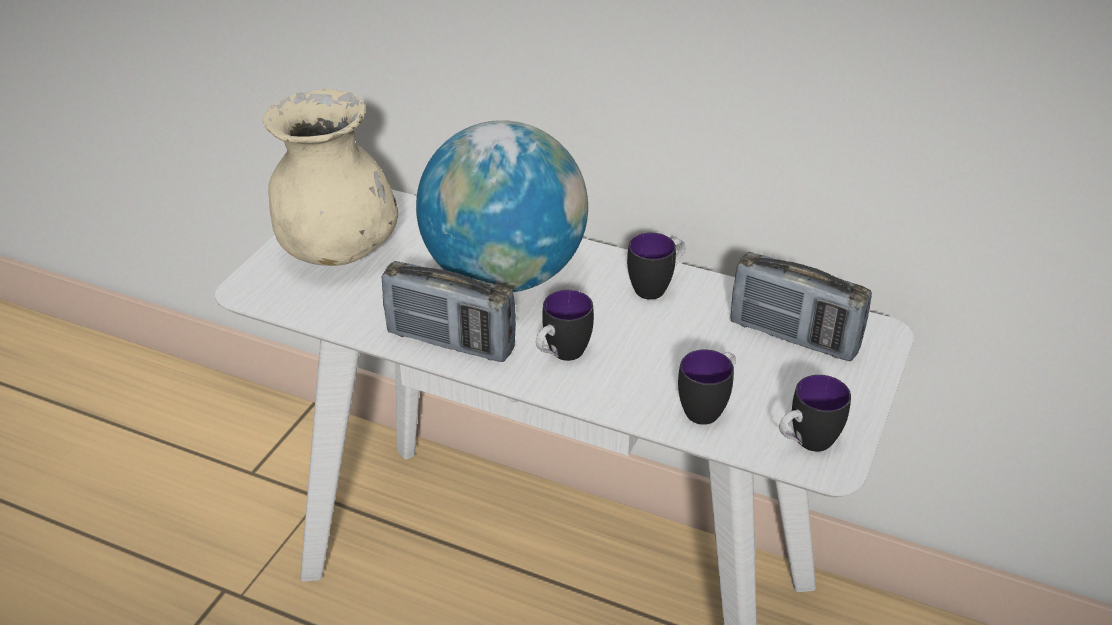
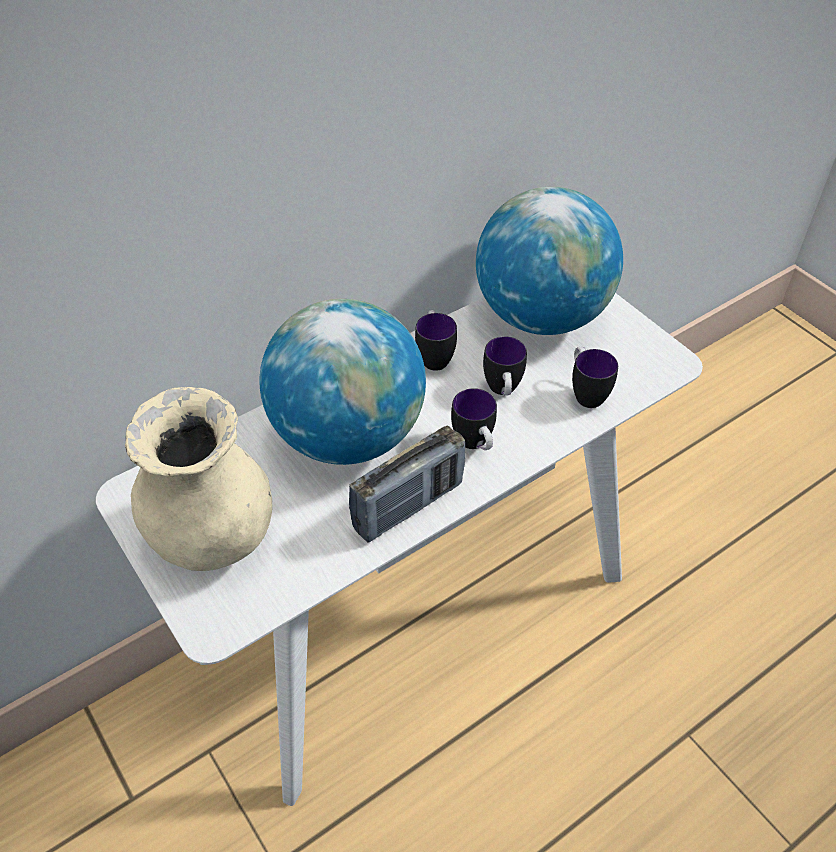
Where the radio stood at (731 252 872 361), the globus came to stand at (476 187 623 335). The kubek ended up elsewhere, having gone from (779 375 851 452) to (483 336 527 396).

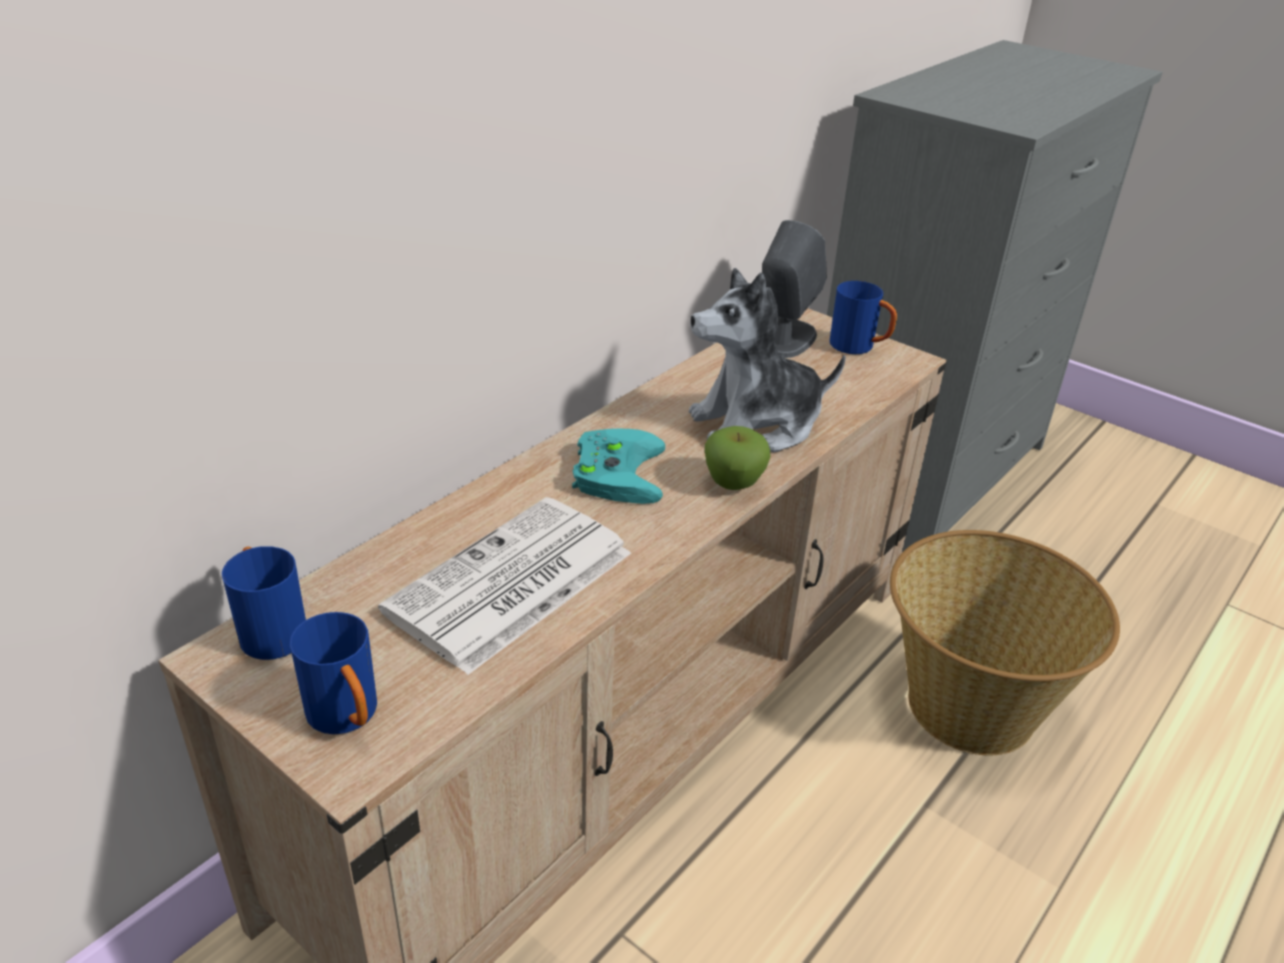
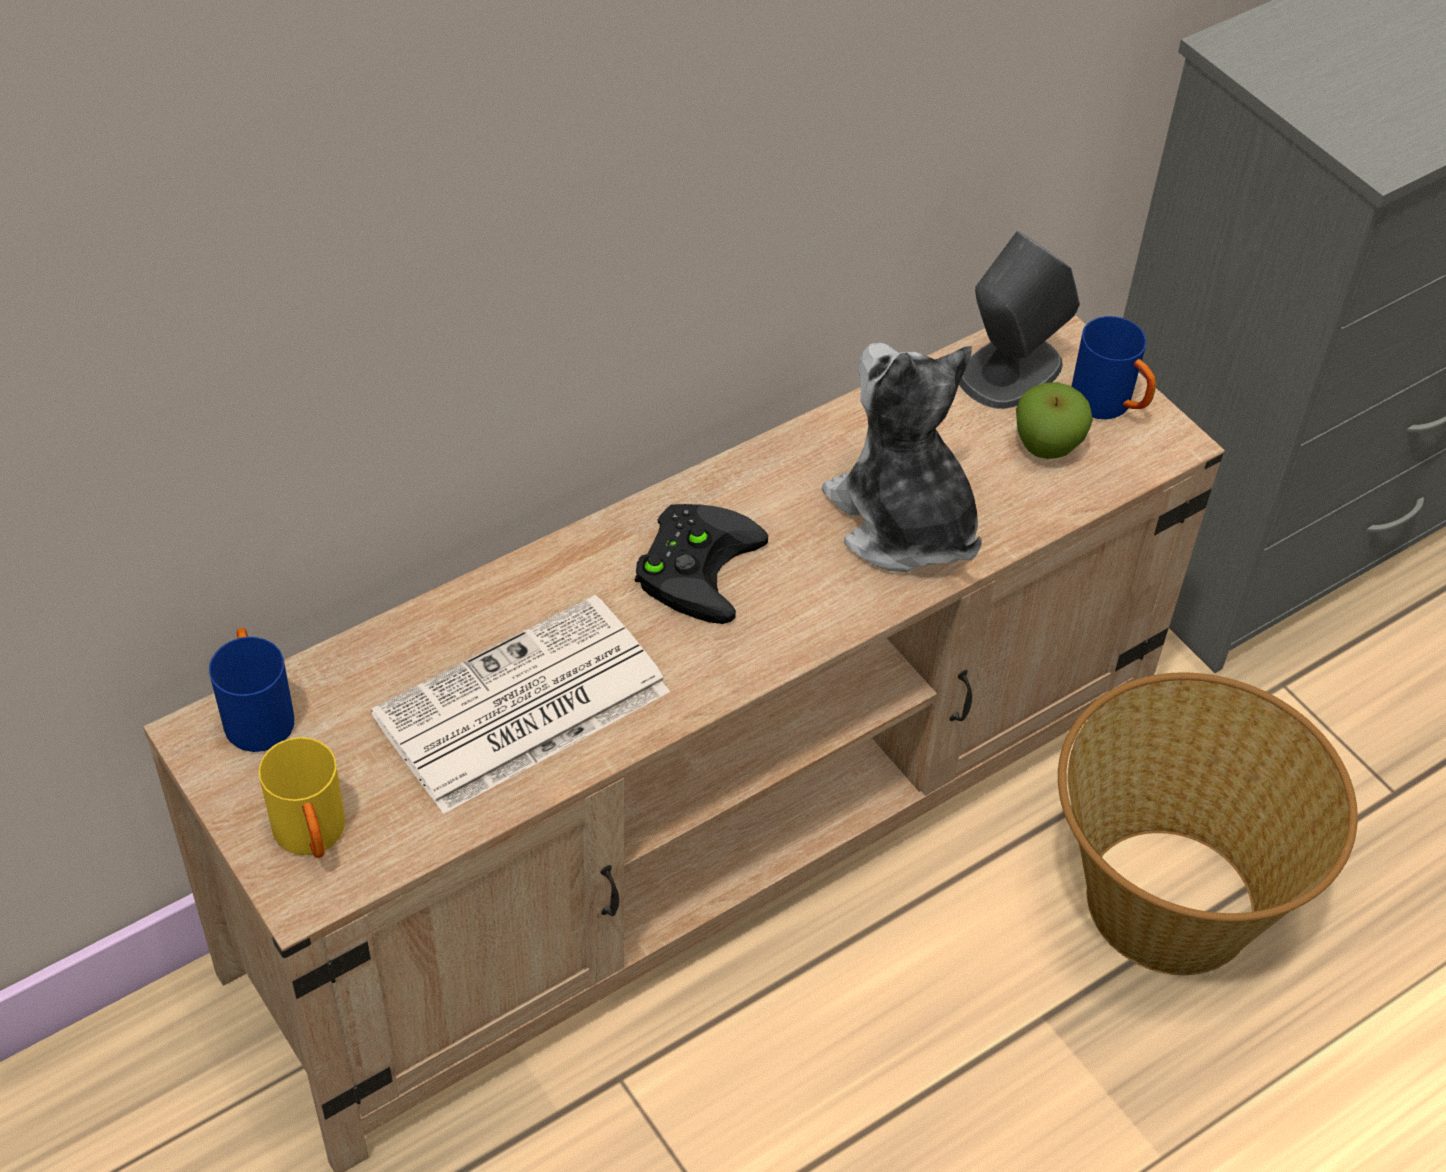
What was the kubek/niebieski at (290 612 377 734) turned into the kubek/żółty at (259 737 345 858). What was the pad do gier/turkusowy at (572 429 665 504) turned into the pad do gier/czarny at (634 504 768 624). The pluszak at (689 268 846 452) ended up facing another way, 60 degrees clockwise from before. The jabłko ended up elsewhere, having gone from (705 426 770 490) to (1016 382 1093 459).

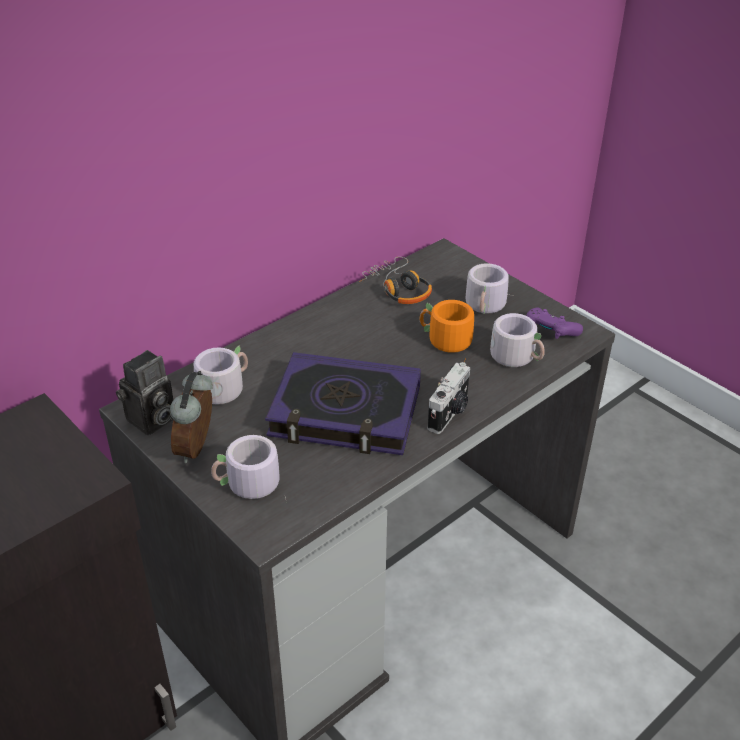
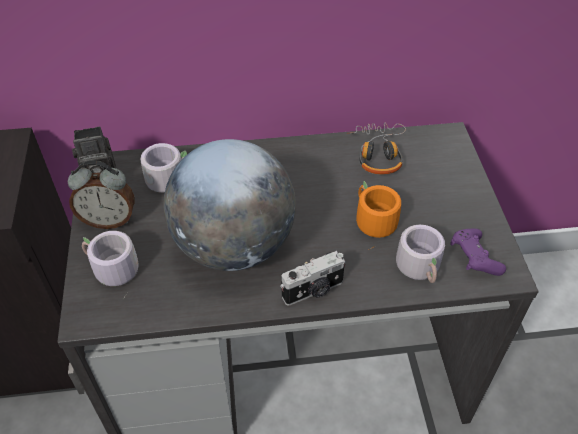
The budzik at (170 371 213 463) ended up facing another way, 135 degrees counterclockwise from before. Where the książka stood at (265 352 421 455), the globus came to stand at (163 139 296 271). The second view lost the kubek/szary at (466 263 514 314).

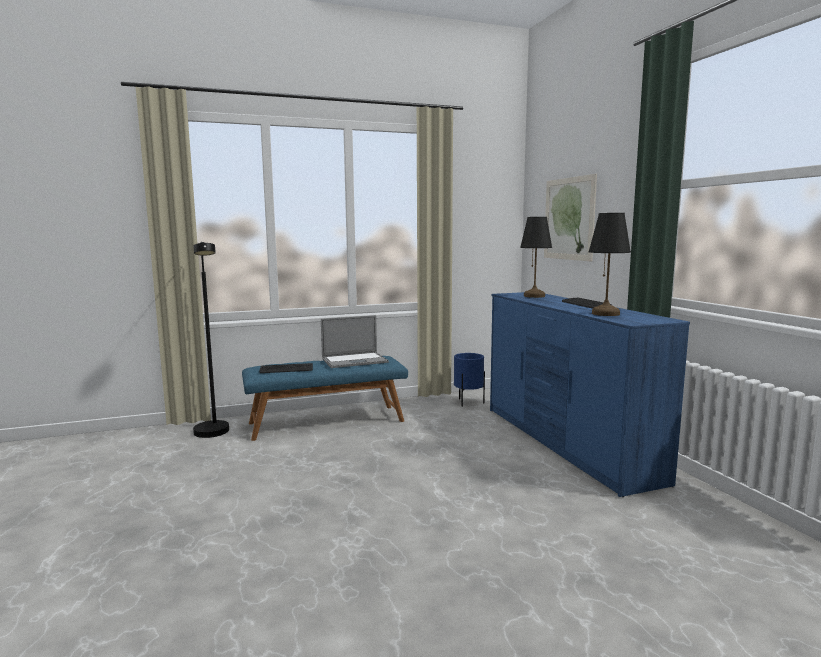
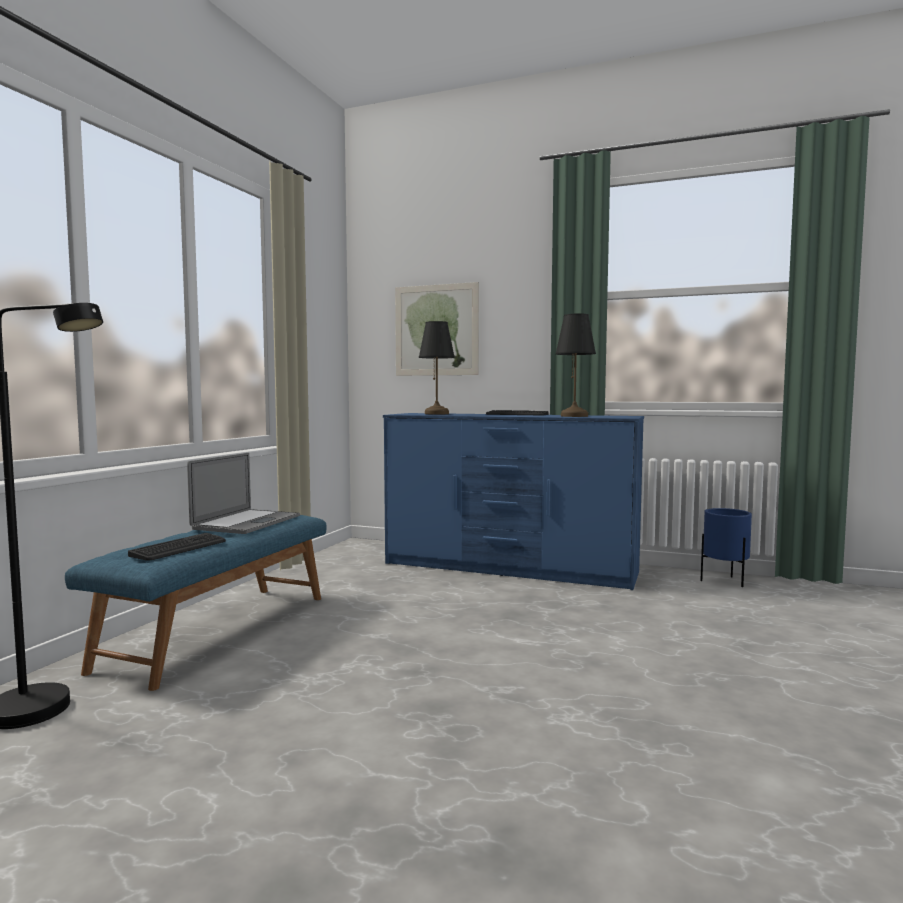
The donica/niebieski ended up elsewhere, having gone from (454 353 485 407) to (700 508 752 587).

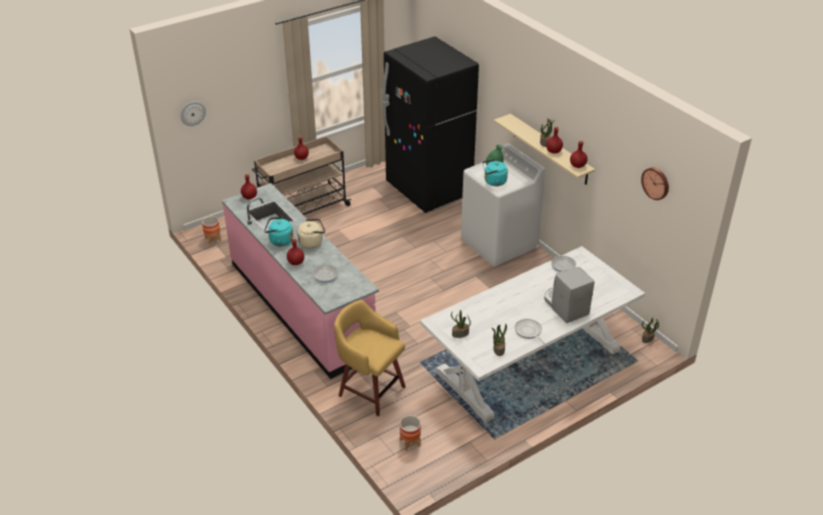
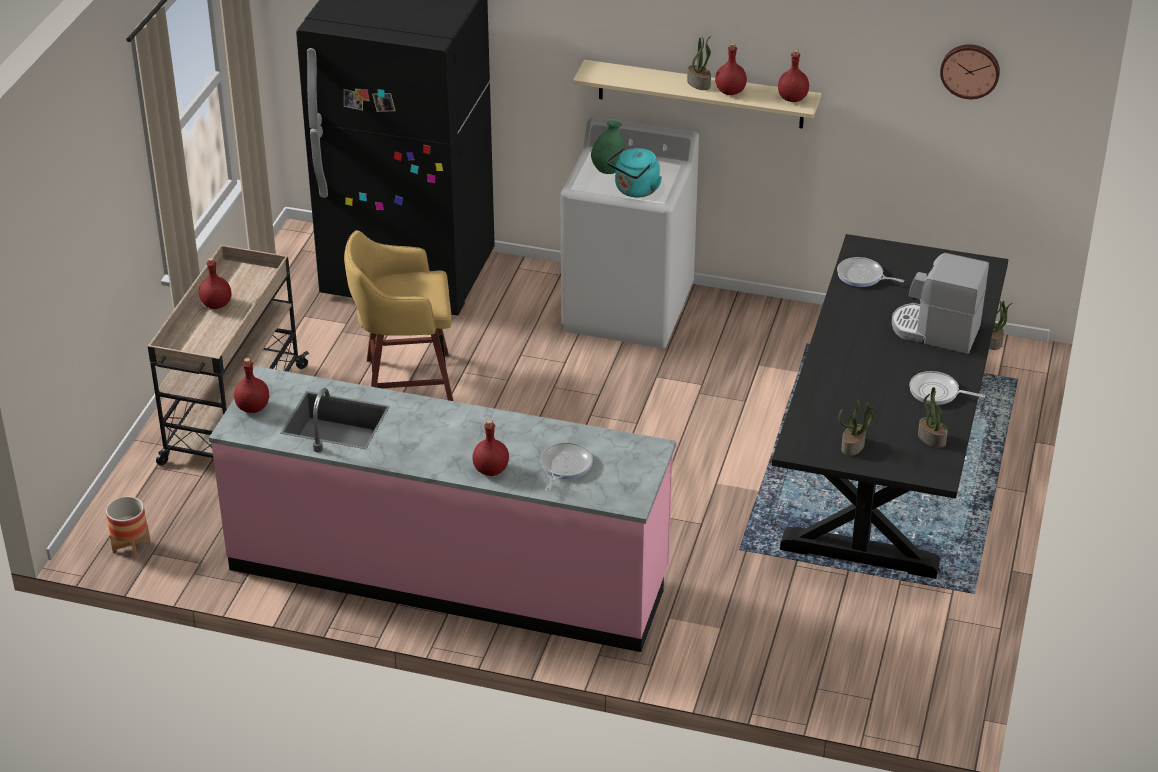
The stołek/żółty ended up elsewhere, having gone from (334 300 406 416) to (344 230 453 401). What was the stół jadalny/biały at (420 246 645 423) turned into the stół jadalny/czarny at (772 234 1009 579). The second view lost the zegar ścienny at (180 101 206 126). The second view lost the czajnik/turkusowy at (264 217 293 246). The second view lost the czajnik/beżowy at (297 219 325 249). The second view lost the donica at (400 415 421 451).

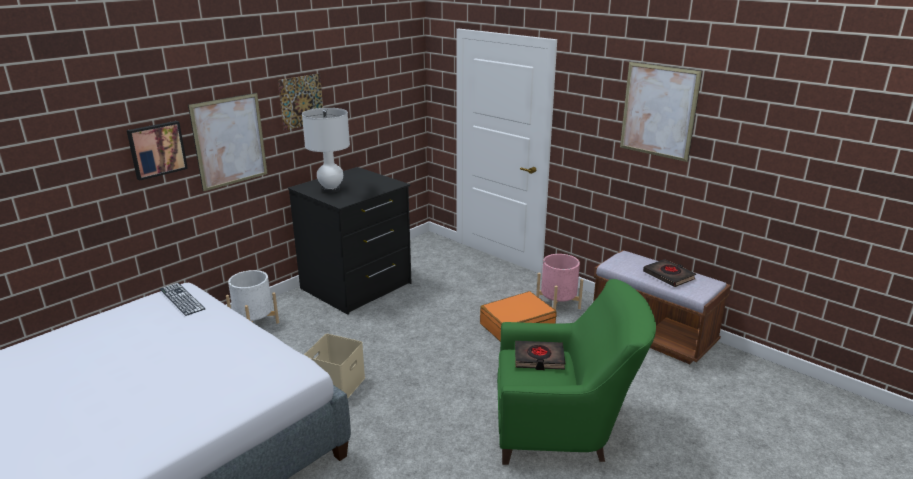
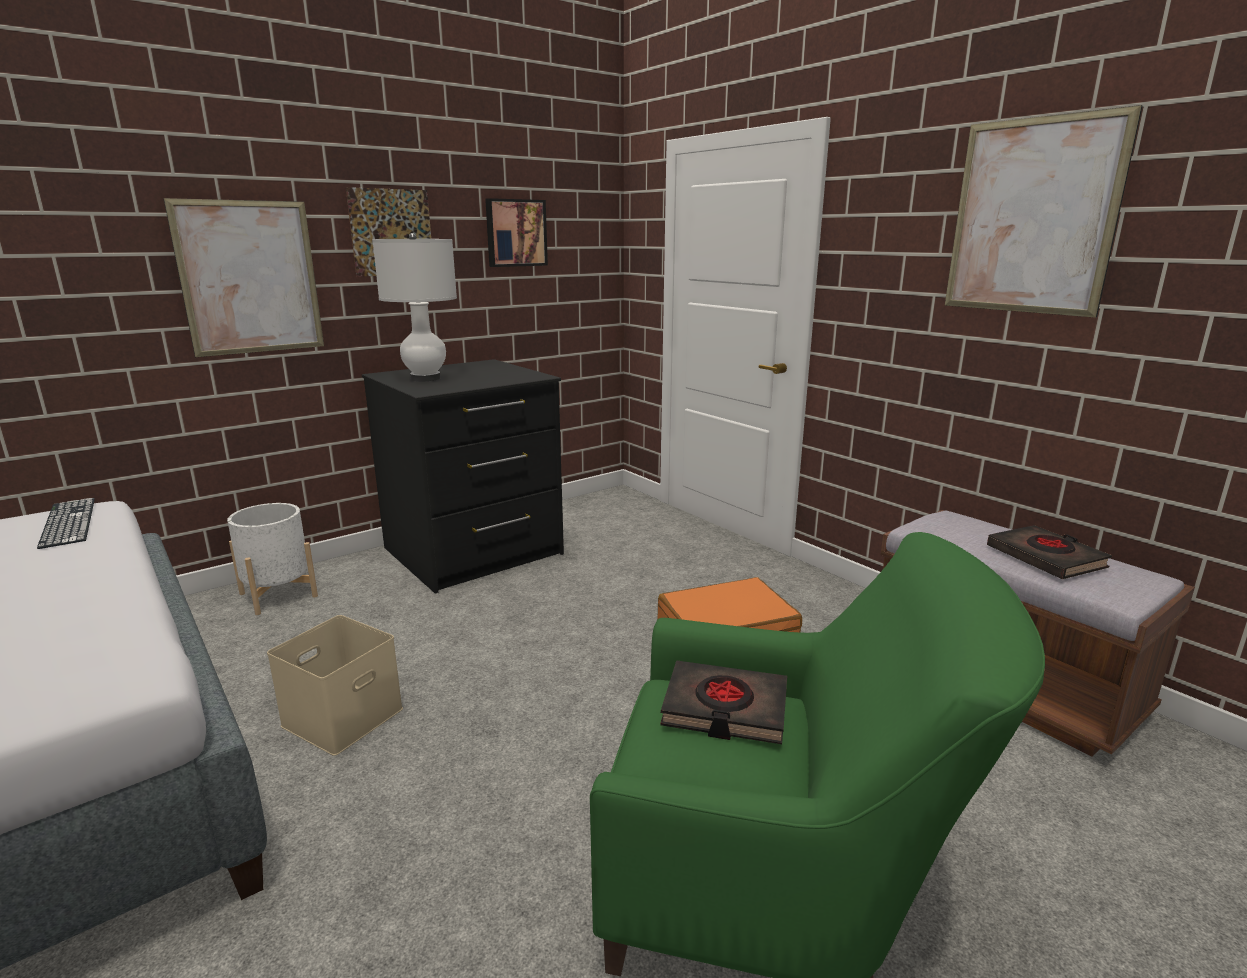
The obraz ended up elsewhere, having gone from (127 121 188 180) to (485 198 548 267). The second view lost the donica/różowy at (536 254 583 310).

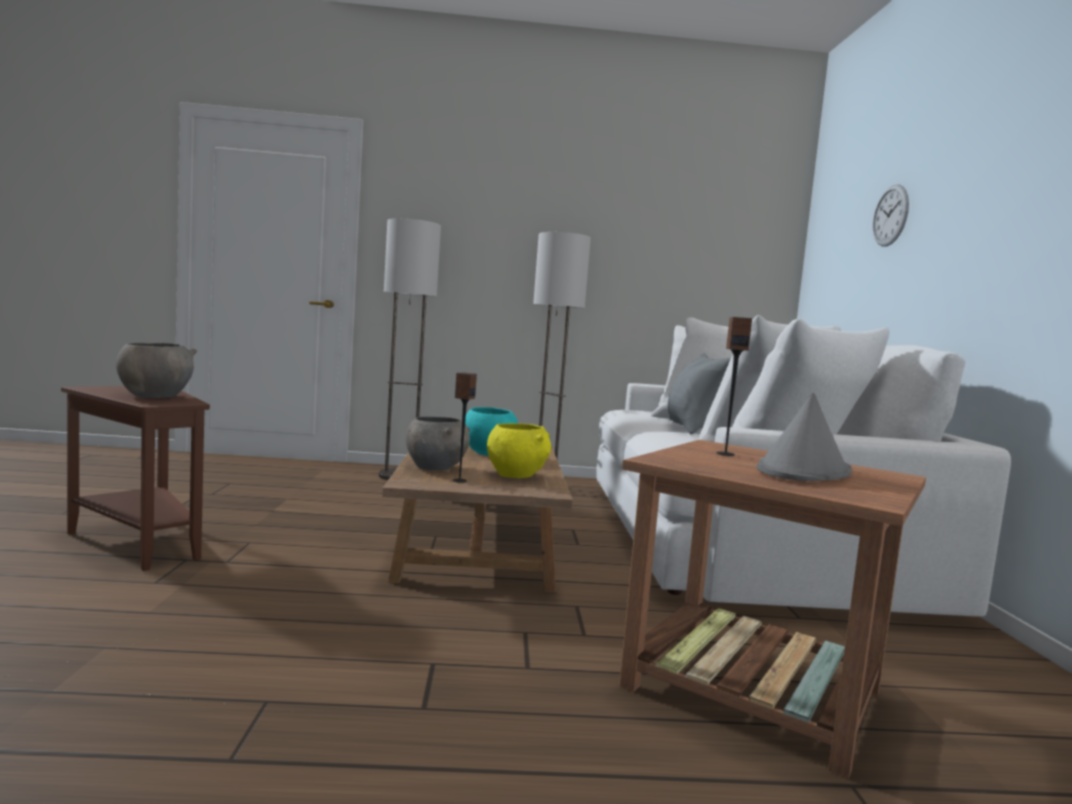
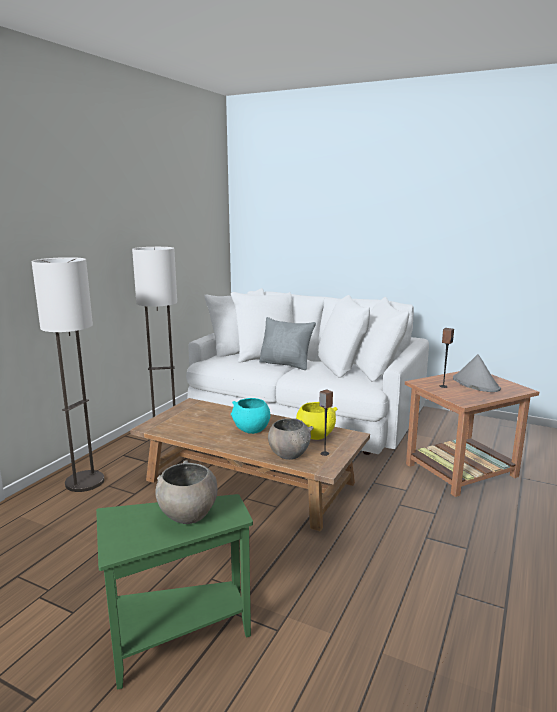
What was the stolik/brązowy at (61 386 210 571) turned into the stolik/zielony at (96 494 253 690). The second view lost the zegar ścienny at (873 184 909 247).

